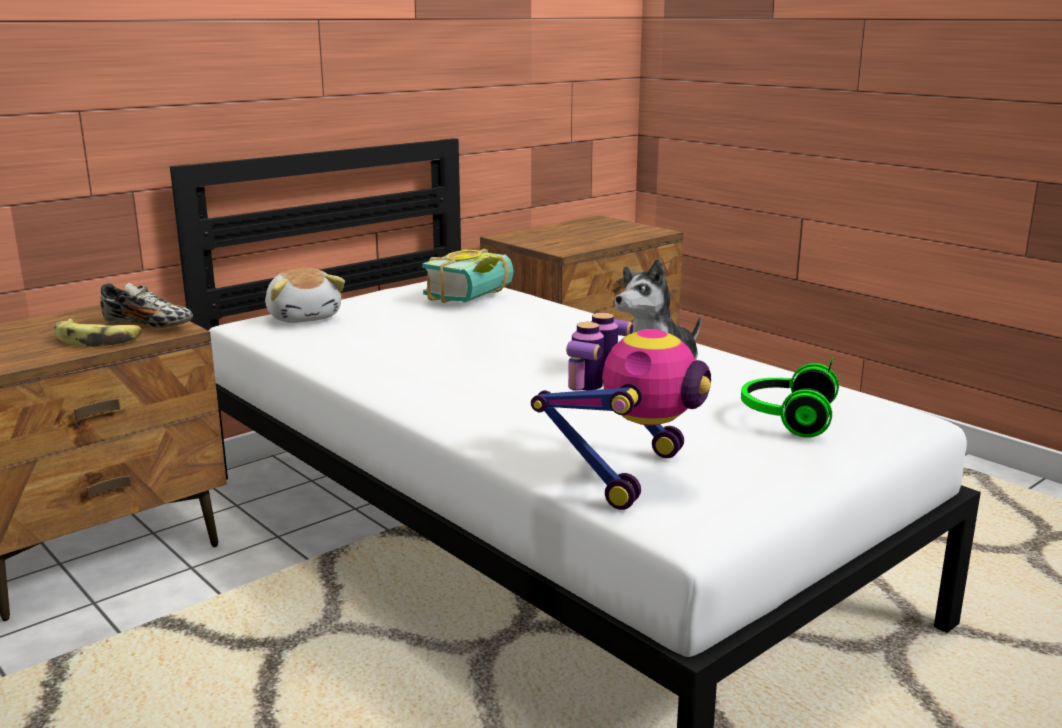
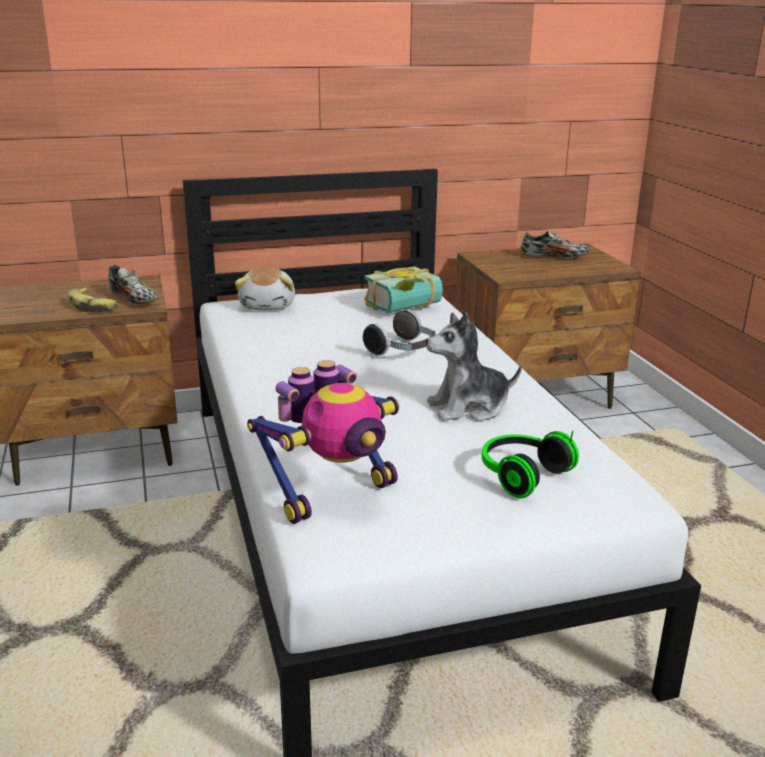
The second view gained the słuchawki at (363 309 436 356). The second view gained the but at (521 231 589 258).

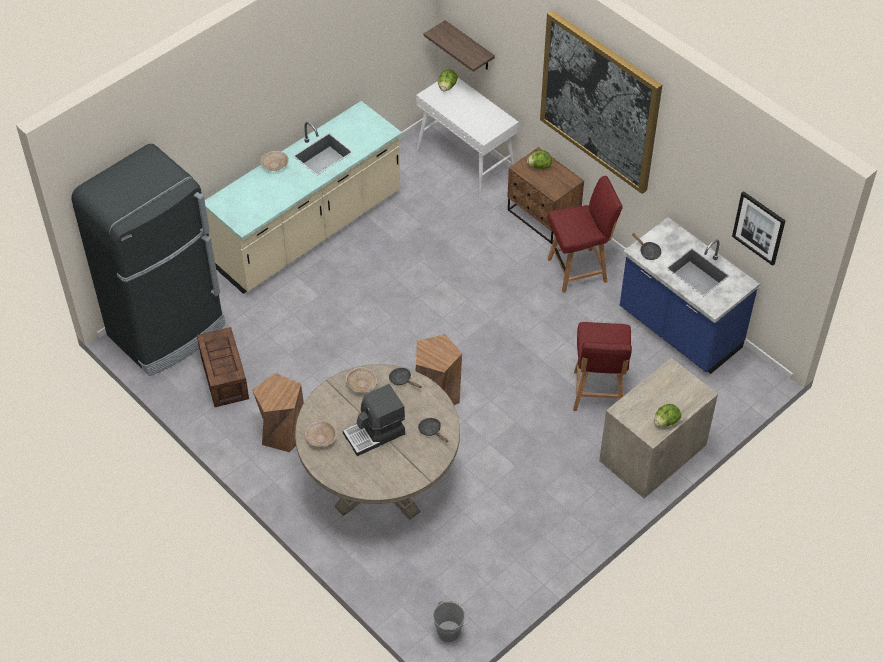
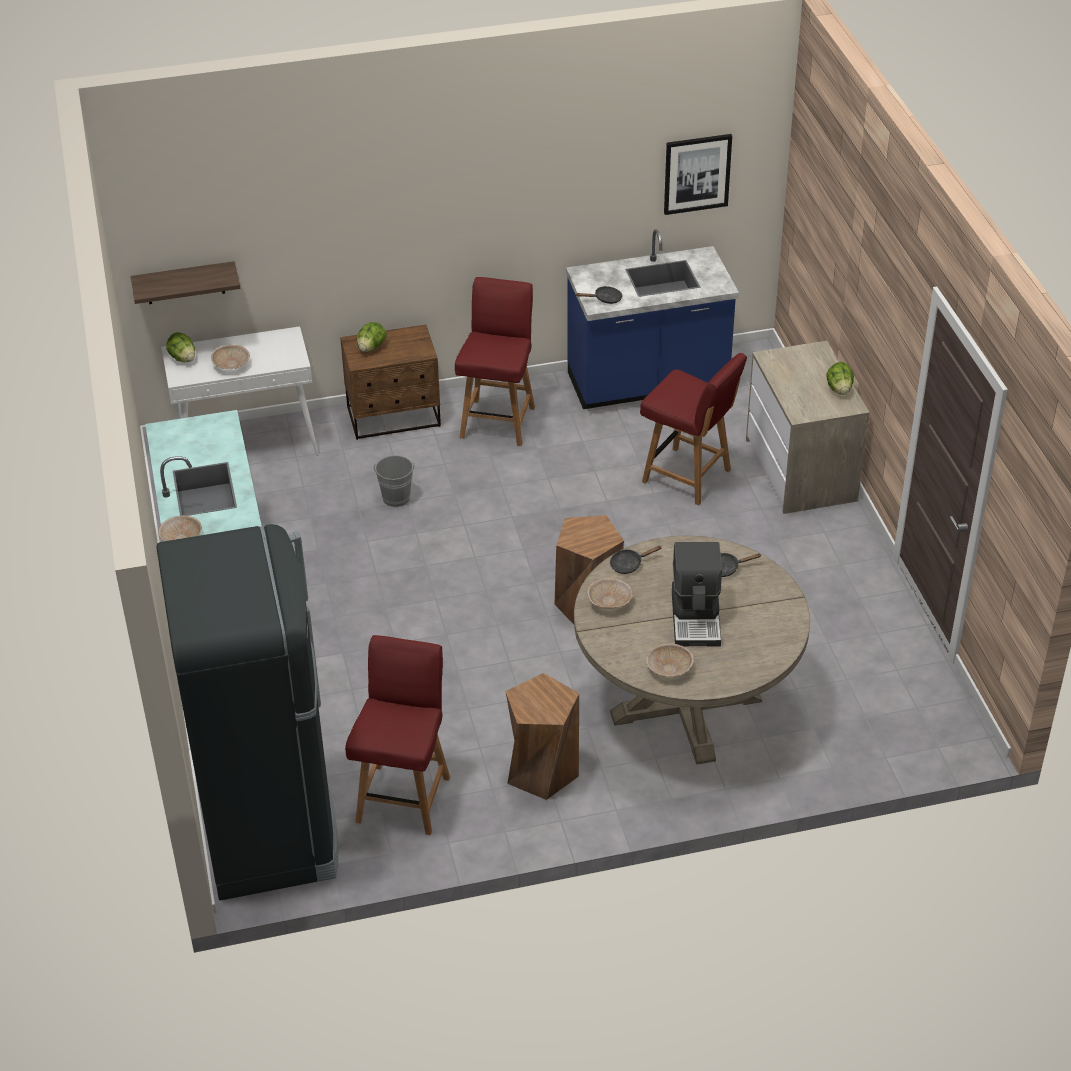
The second view gained the miska/beżowy at (211 345 250 369). Where the skrzynka stood at (197 327 249 407), the krzesło/czerwony came to stand at (345 635 450 835). The wiadro/szary ended up elsewhere, having gone from (433 600 471 642) to (373 455 415 507). The second view lost the obraz at (540 10 662 194).

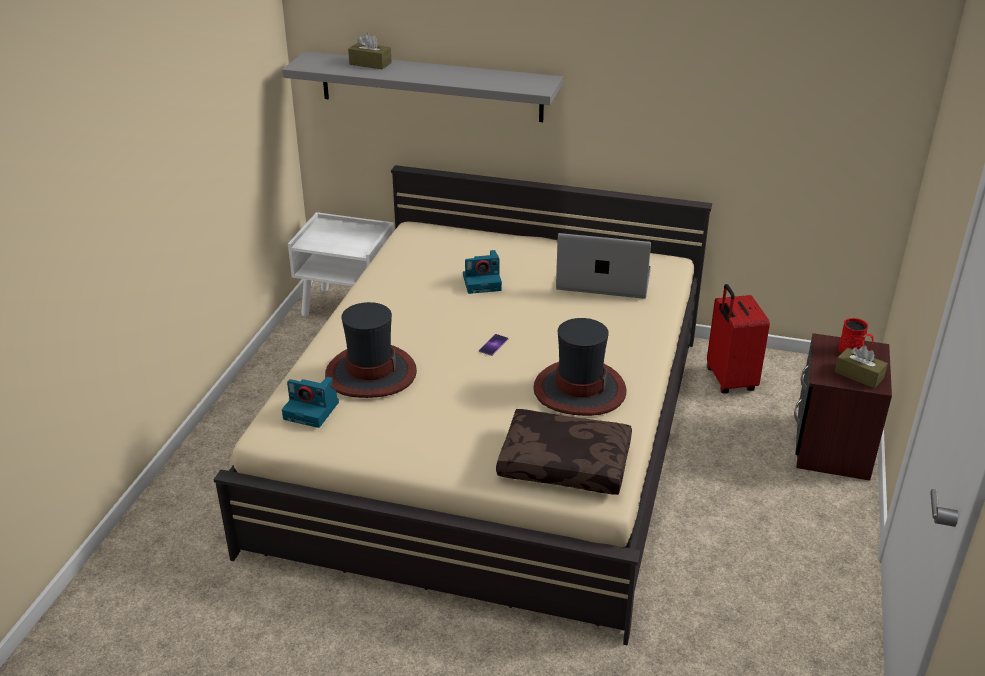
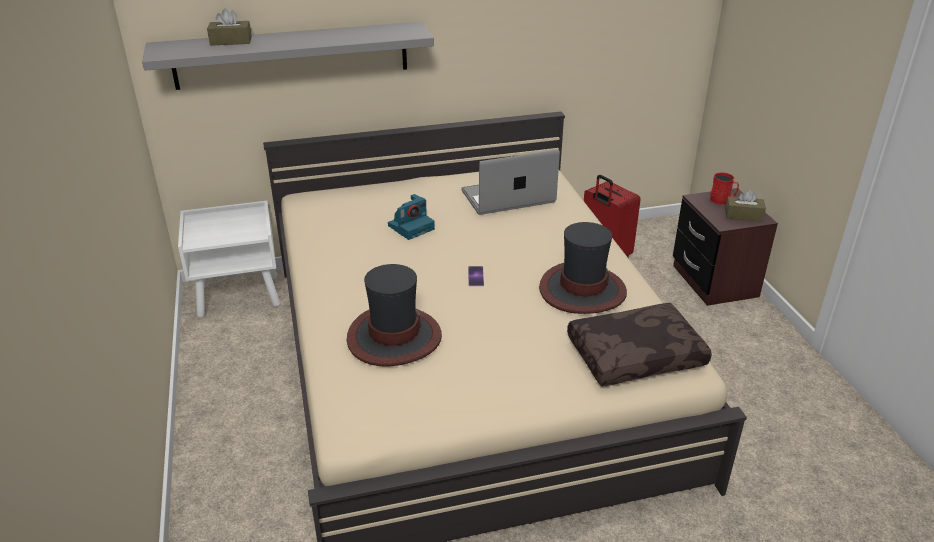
The second view lost the aparat fotograficzny at (282 377 339 428).

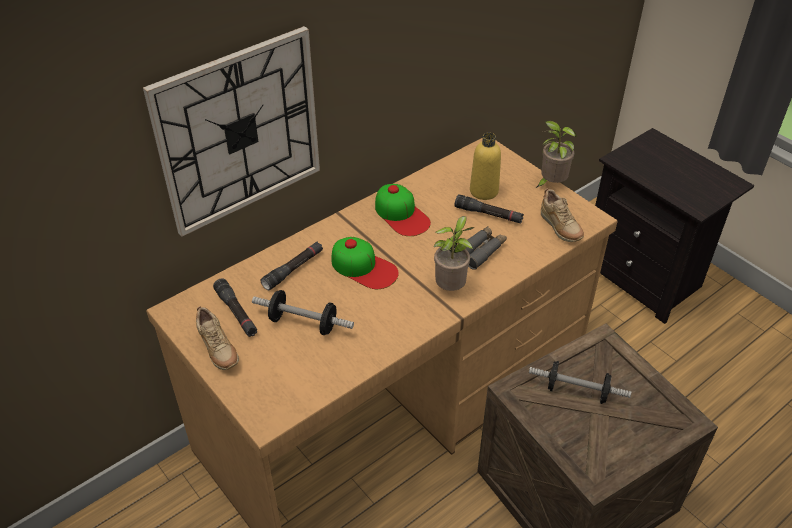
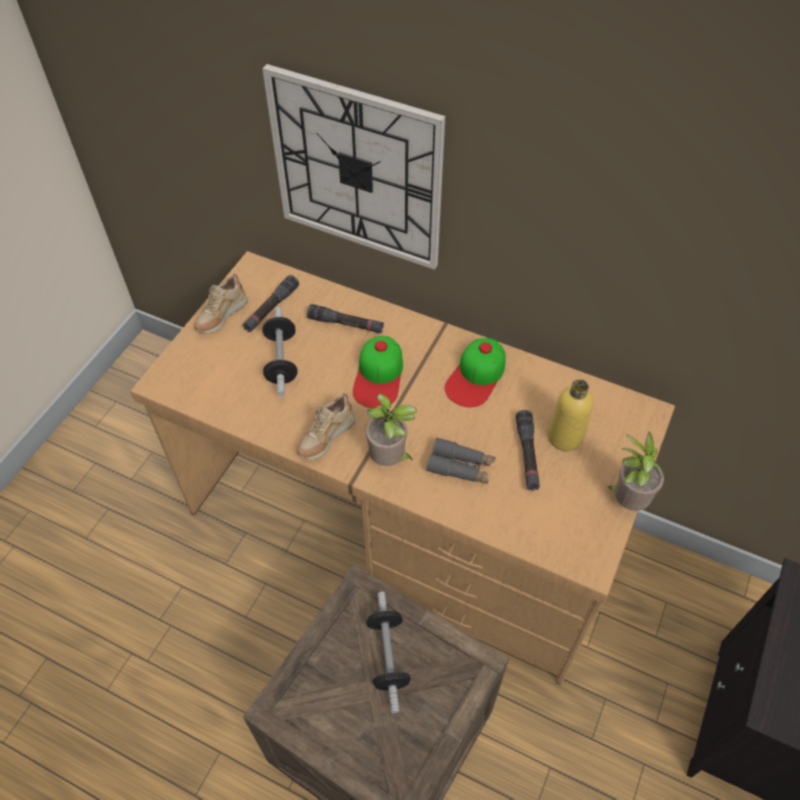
The but/beżowy ended up elsewhere, having gone from (541 188 584 242) to (297 393 355 460).

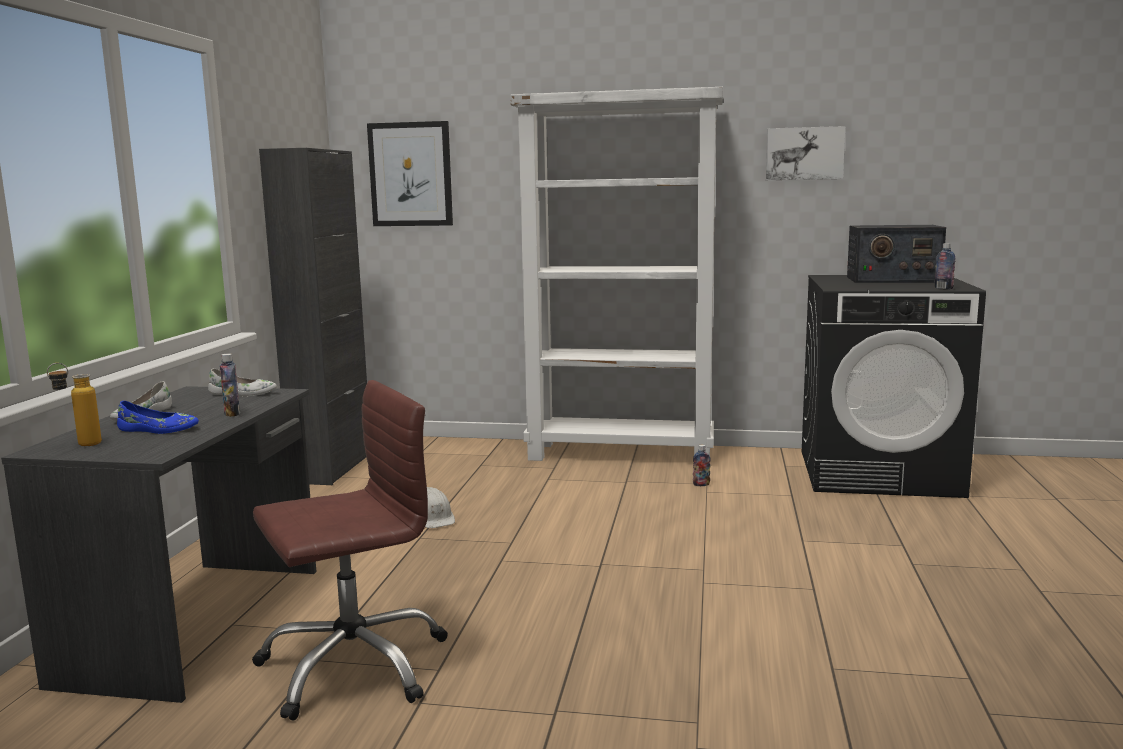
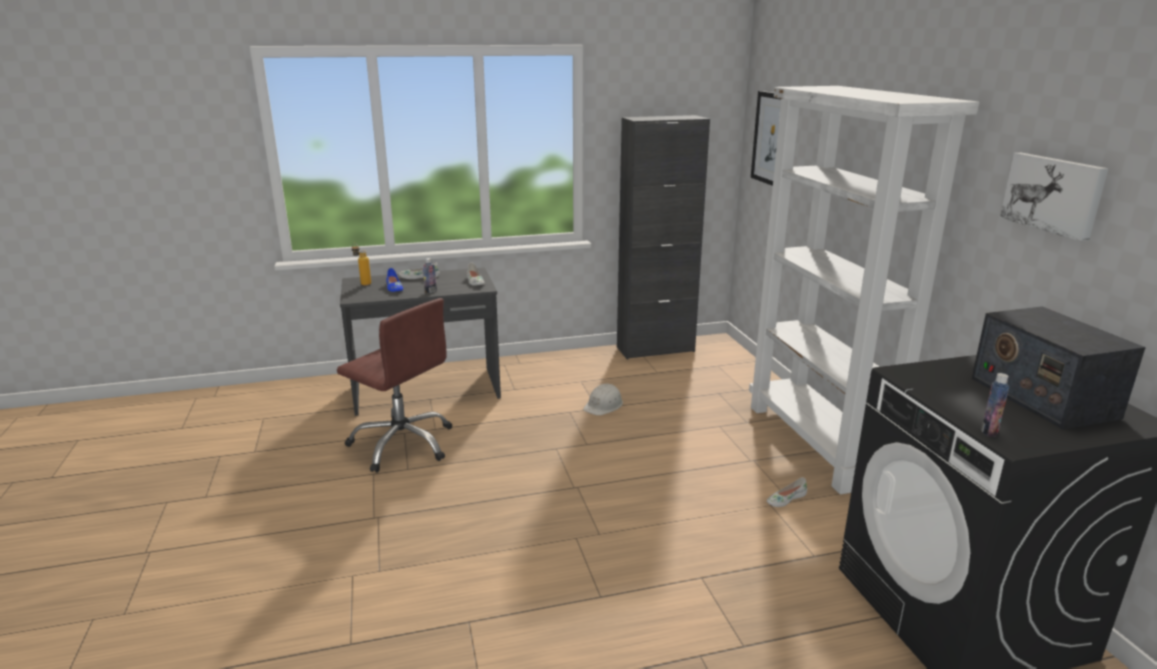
Where the butelka stood at (693 445 711 486), the but/biały came to stand at (767 477 807 507).

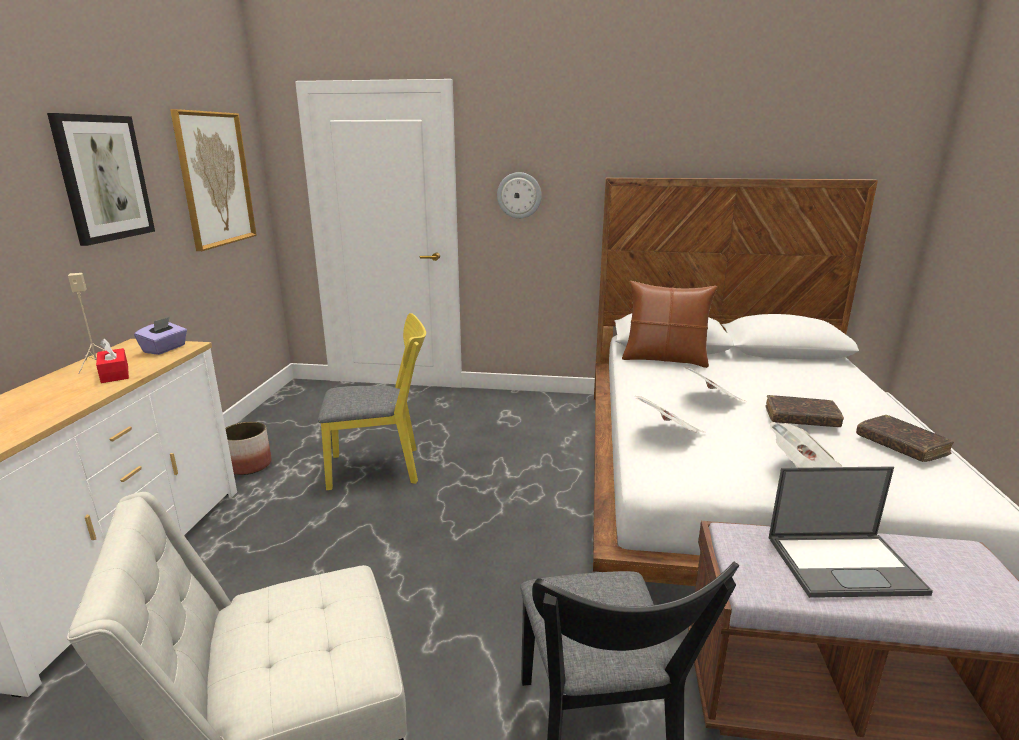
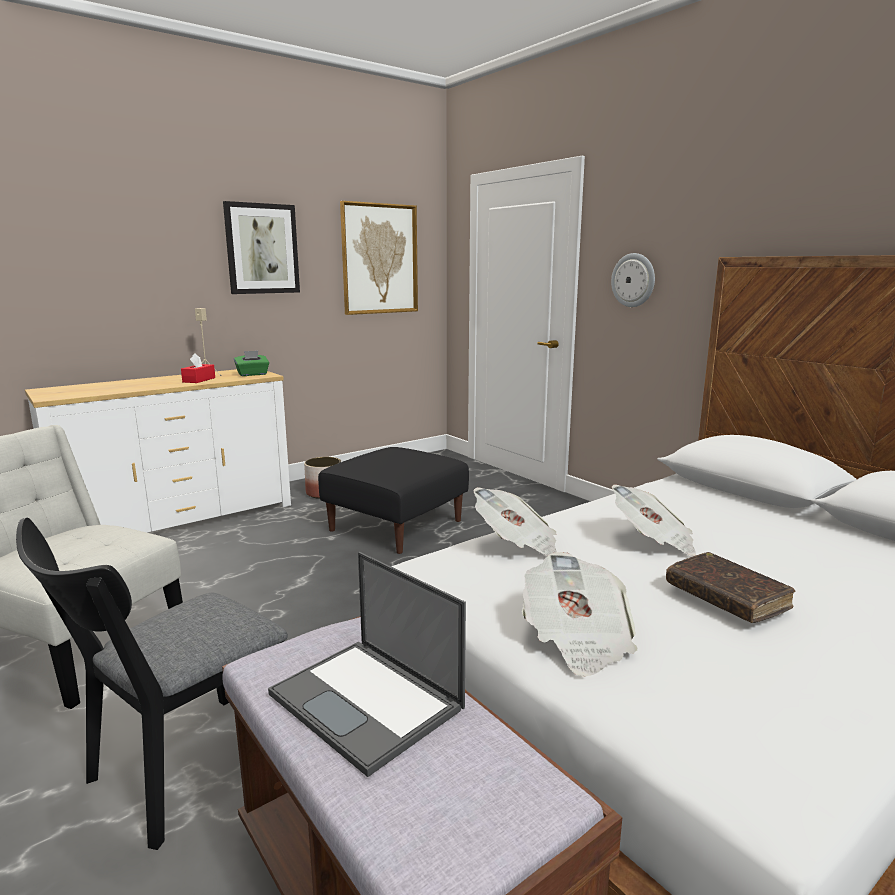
What was the pudełko chusteczek/fioletowy at (134 317 187 355) turned into the pudełko chusteczek/zielony at (234 351 269 376). Where the krzesło/żółty stood at (318 313 426 490), the pufa/czarny came to stand at (318 447 469 554). The second view lost the poduszka/brązowy at (622 281 717 368). The second view lost the książka/brązowy at (856 415 954 462).

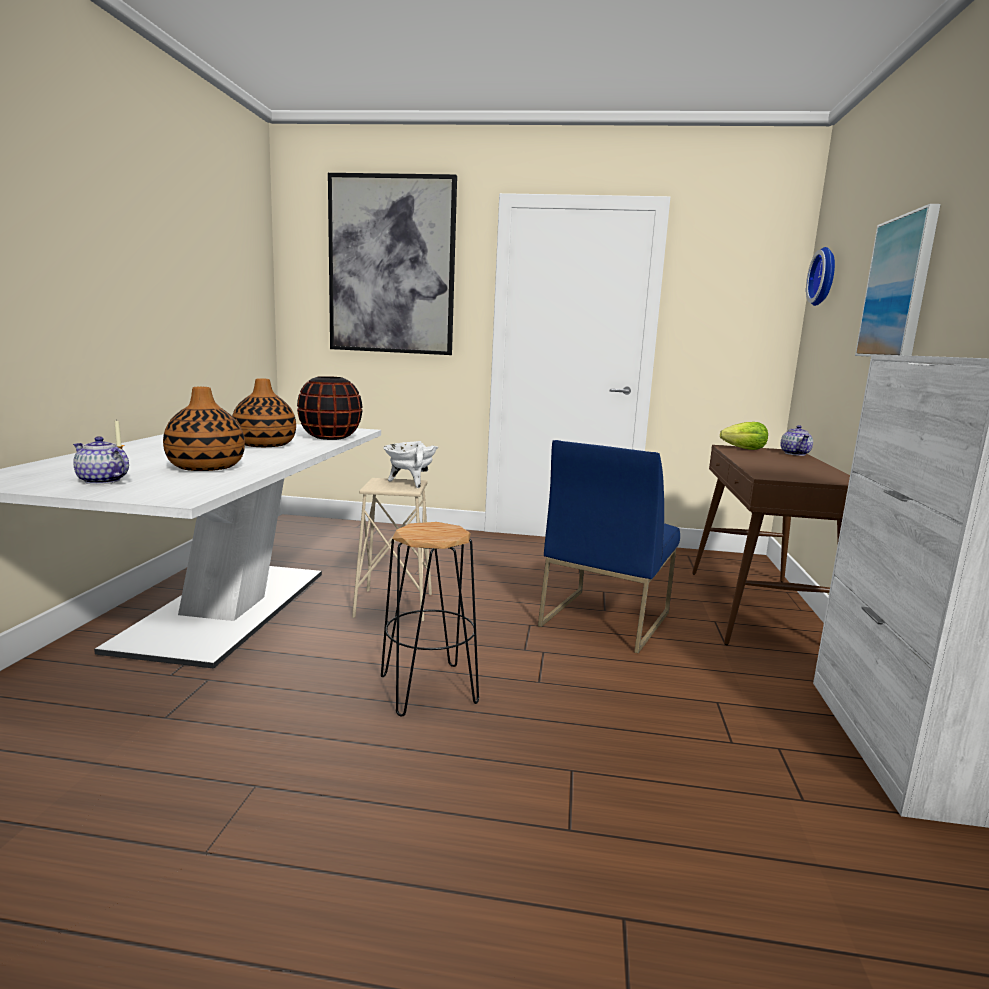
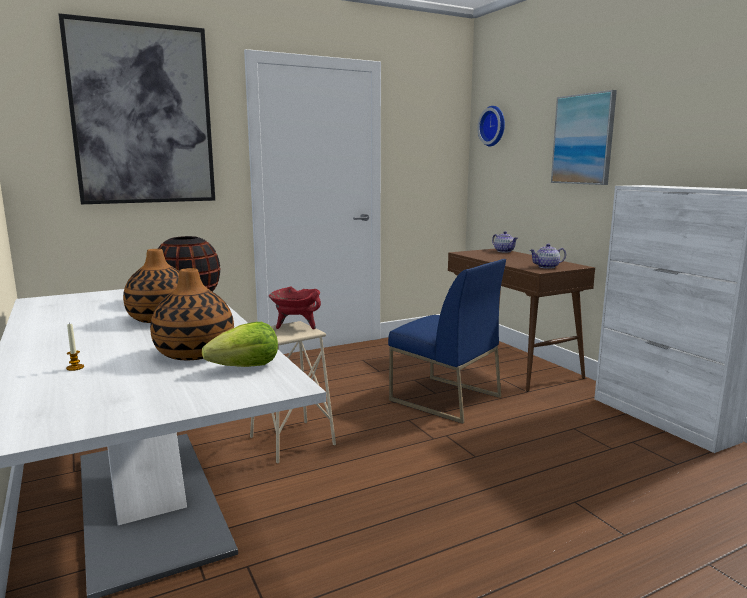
The sałata ended up elsewhere, having gone from (720 422 768 450) to (202 322 278 367). What was the garnek/biały at (383 441 438 488) turned into the garnek/czerwony at (269 287 321 329). The krzesło/niebieski at (538 440 680 653) ended up facing another way, 45 degrees counterclockwise from before. The imbryk ended up elsewhere, having gone from (73 436 129 484) to (529 244 566 269). The second view lost the stołek/czarny at (381 522 479 717).

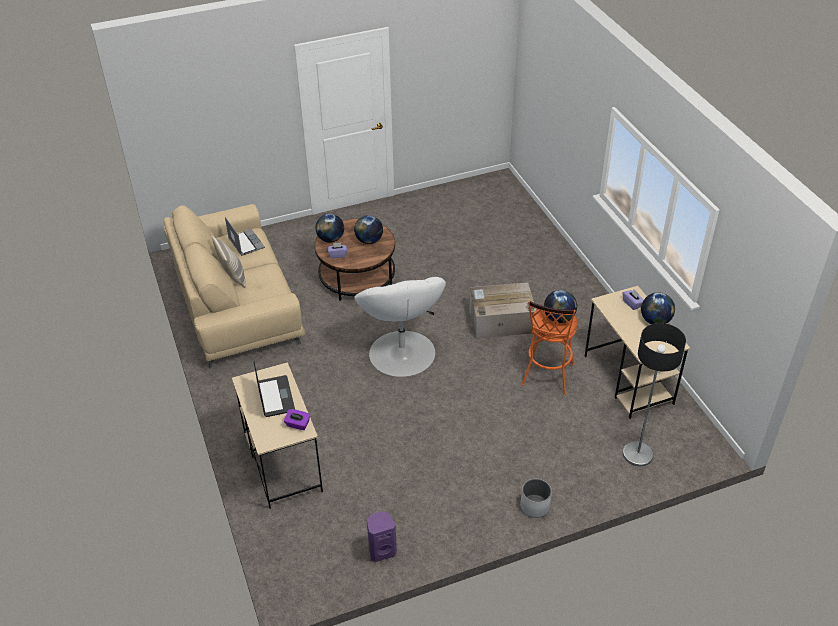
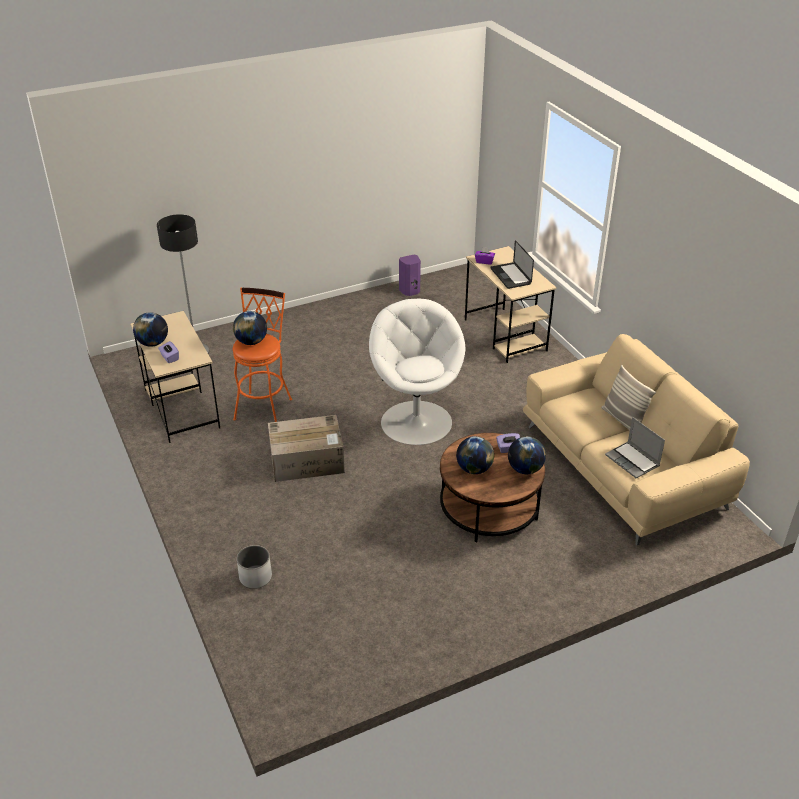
The donica/biały ended up elsewhere, having gone from (520 479 552 518) to (237 545 272 589).

